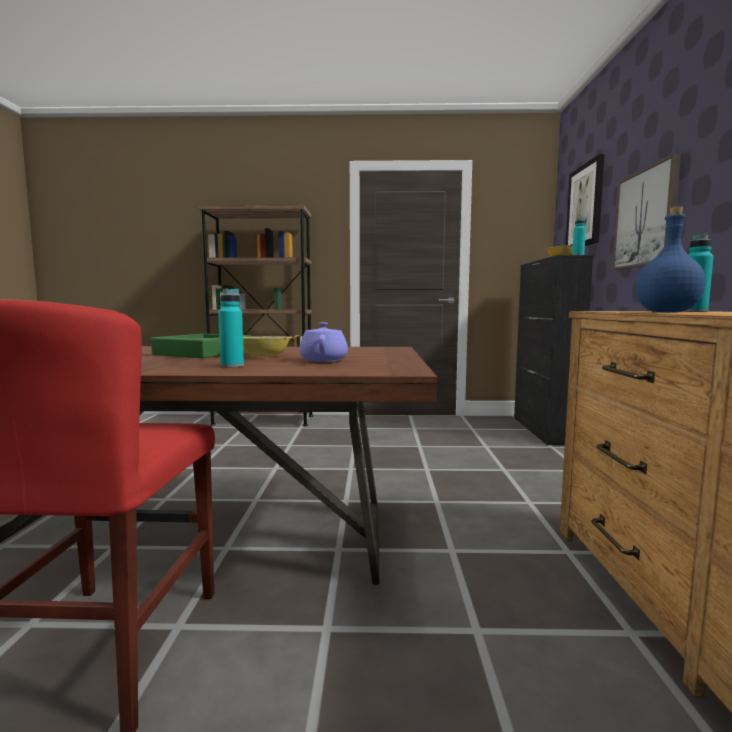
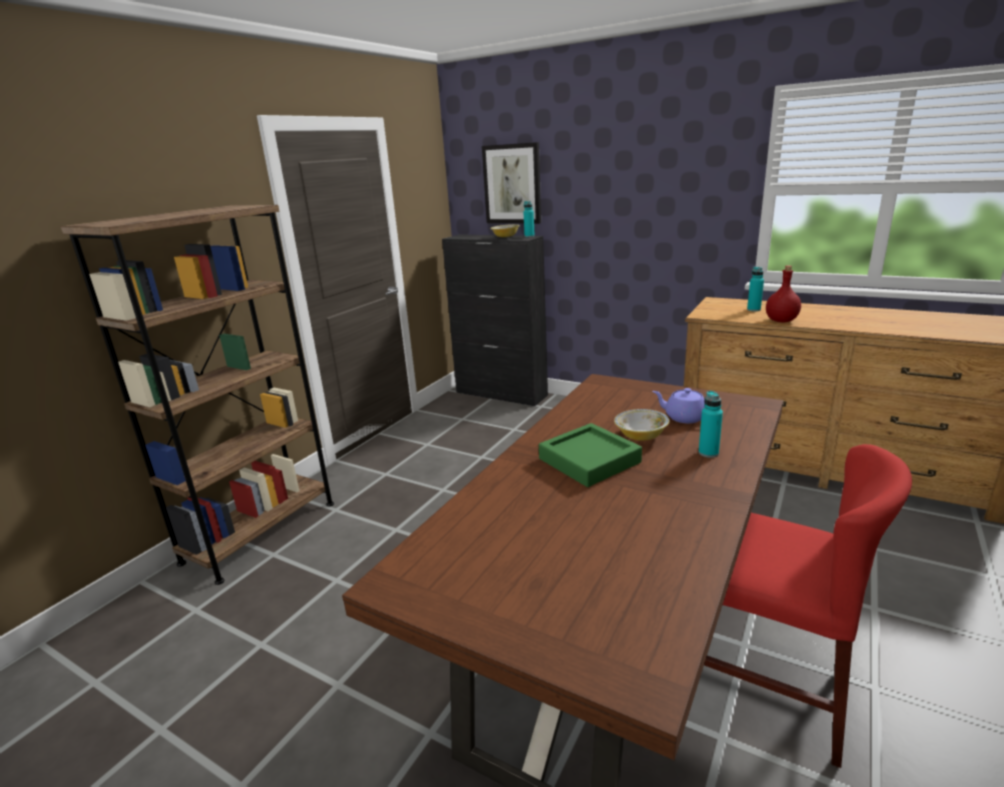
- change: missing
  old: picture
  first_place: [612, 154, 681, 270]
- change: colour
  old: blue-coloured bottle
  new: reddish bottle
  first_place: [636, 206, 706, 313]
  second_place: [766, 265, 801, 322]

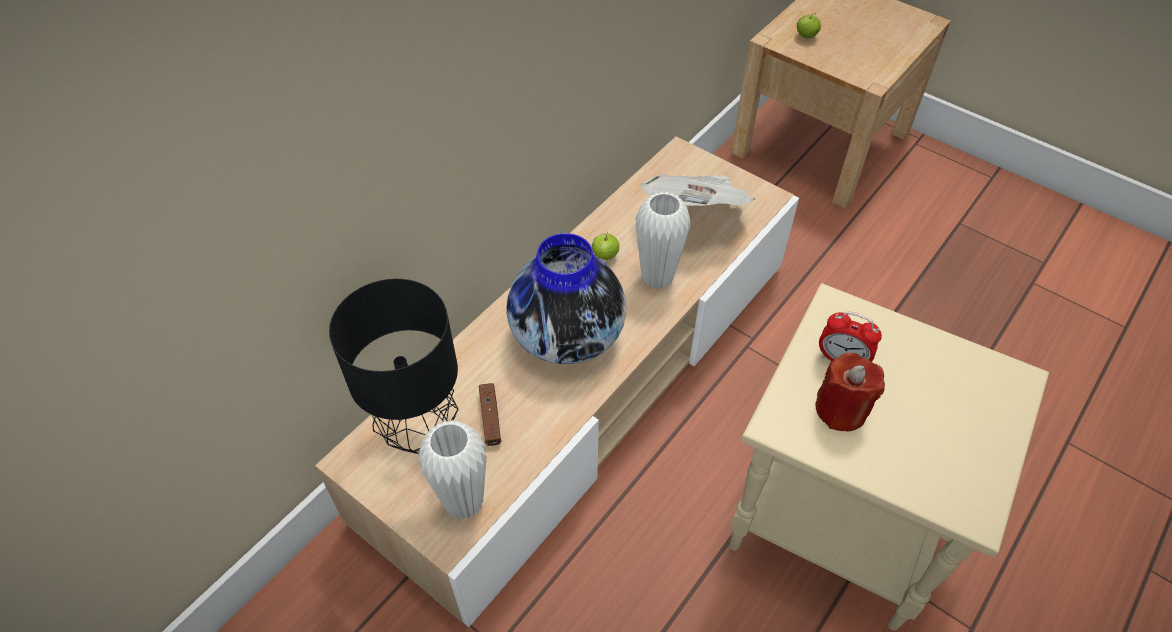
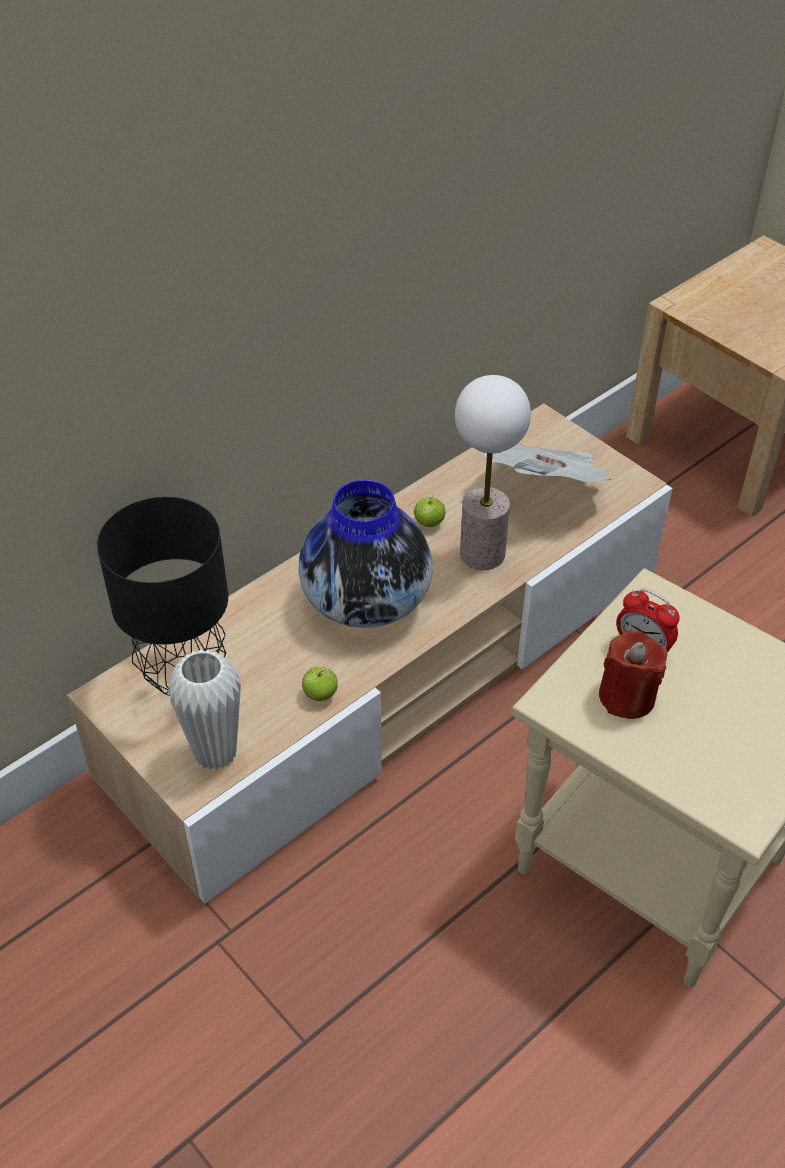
- change: missing
  old: brown-coloured game controller
  first_place: [479, 383, 501, 446]
- change: exchanged
  old: white flower vase
  new: table lamp
  first_place: [636, 192, 690, 289]
  second_place: [455, 375, 531, 570]
- change: relocated
  old: apple
  first_place: [797, 13, 821, 38]
  second_place: [302, 667, 338, 701]

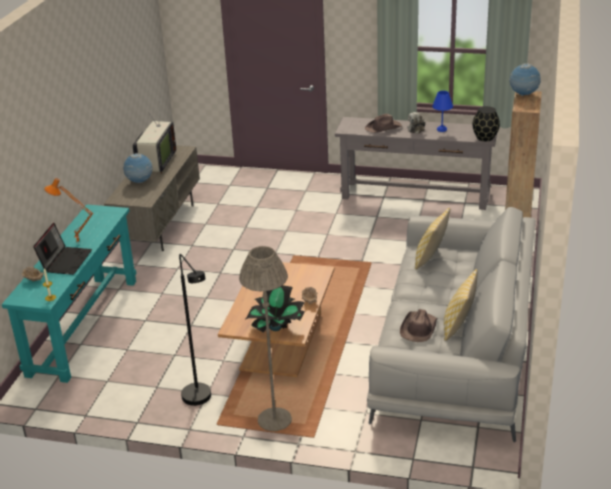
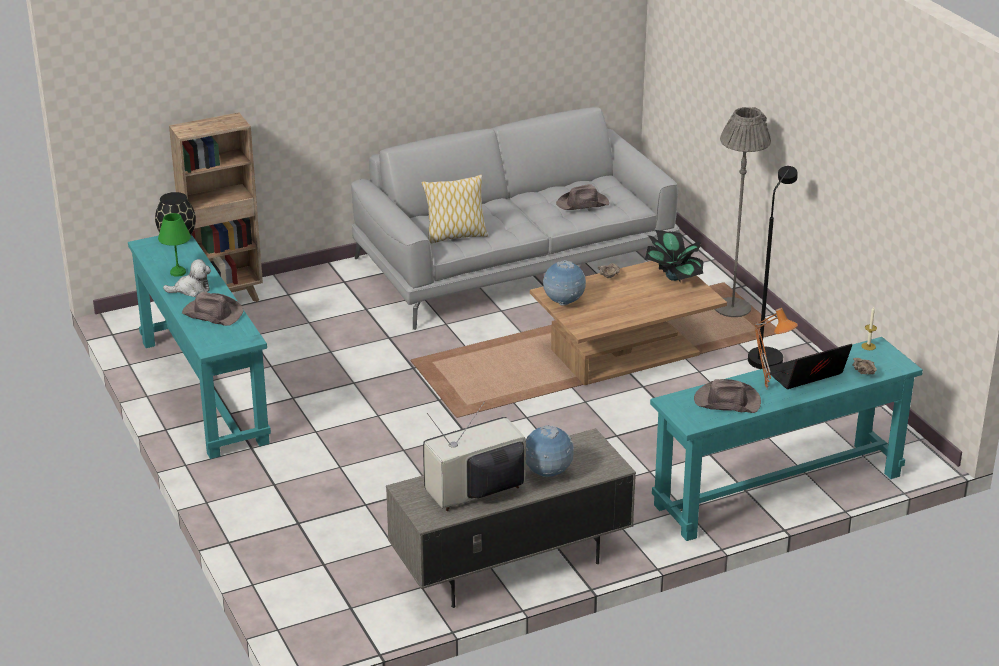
- change: colour
  old: gray narrow table
  new: blue-green narrow table
  first_place: [335, 117, 497, 210]
  second_place: [128, 235, 271, 459]
- change: colour
  old: blue-coloured table lamp
  new: green table lamp
  first_place: [432, 91, 453, 132]
  second_place: [158, 213, 191, 277]
- change: missing
  old: cushion
  first_place: [444, 269, 478, 341]
- change: relocated
  old: globe
  first_place: [509, 63, 541, 96]
  second_place: [543, 260, 586, 306]
- change: appeared
  new: brown-coloured hat
  second_place: [694, 379, 761, 413]

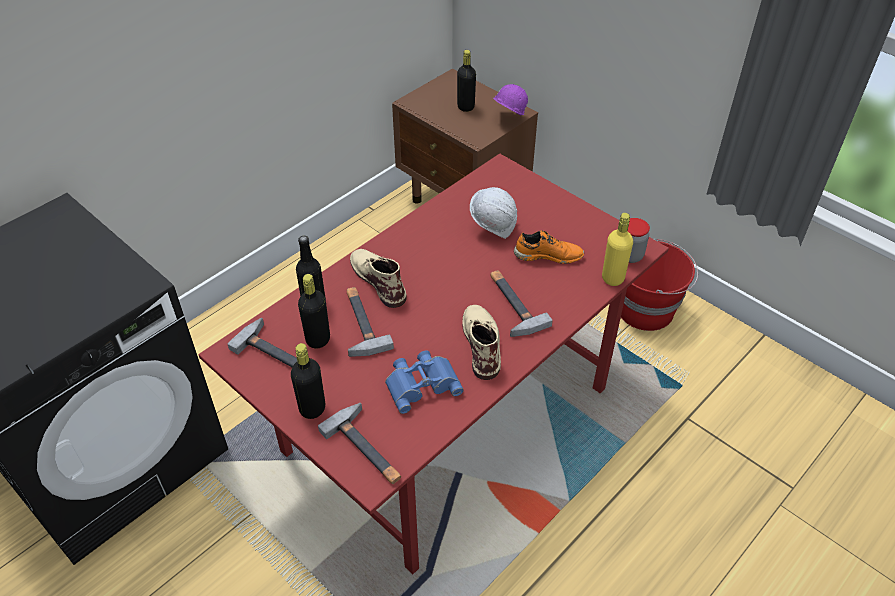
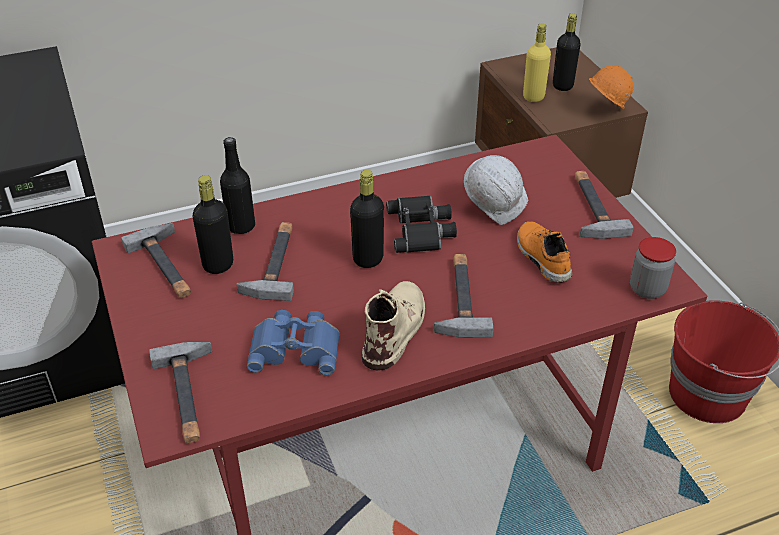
- change: relocated
  old: black bottle
  first_place: [291, 343, 325, 419]
  second_place: [350, 170, 384, 268]
- change: missing
  old: beige-coloured tall boot
  first_place: [350, 249, 407, 308]
- change: colour
  old: purple-coloured work helmet
  new: orangey work helmet
  first_place: [493, 84, 528, 115]
  second_place: [589, 66, 634, 109]
- change: spun
  old: orangey shoe
  first_place: [514, 230, 584, 264]
  second_place: [517, 221, 572, 283]
  degrees: -135
- change: relocated
  old: yellowish bottle
  first_place: [602, 213, 633, 286]
  second_place: [523, 23, 551, 102]
- change: appeared
  new: black binoculars
  second_place: [386, 195, 457, 253]
- change: appeared
  new: hand hammer
  second_place: [575, 171, 634, 239]

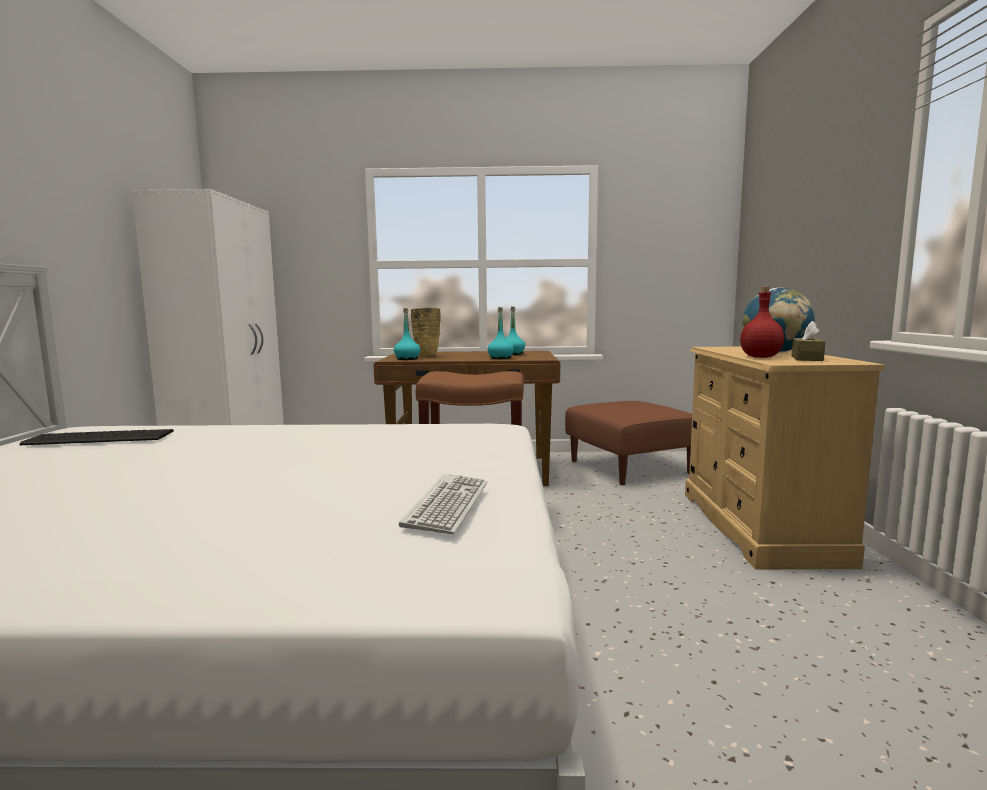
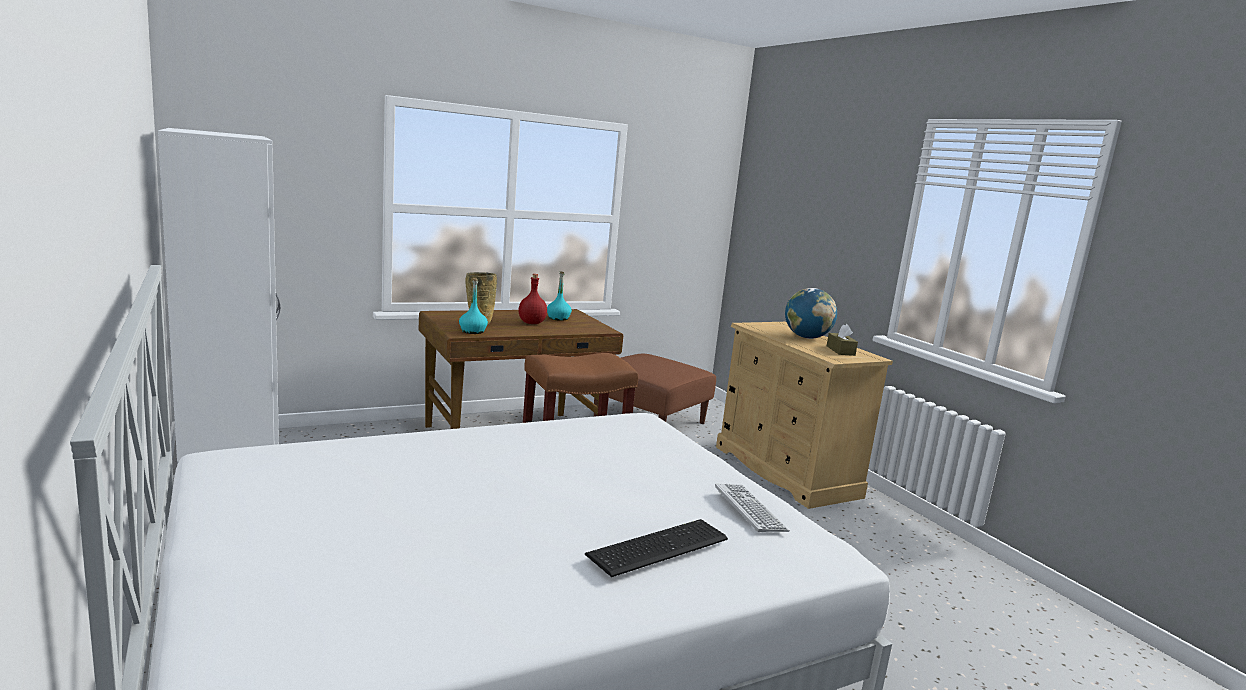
- change: relocated
  old: PC keyboard
  first_place: [20, 429, 174, 445]
  second_place: [585, 519, 728, 577]
- change: missing
  old: blue-green bottle
  first_place: [487, 307, 514, 359]
- change: relocated
  old: reddish bottle
  first_place: [740, 287, 784, 358]
  second_place: [518, 274, 547, 324]

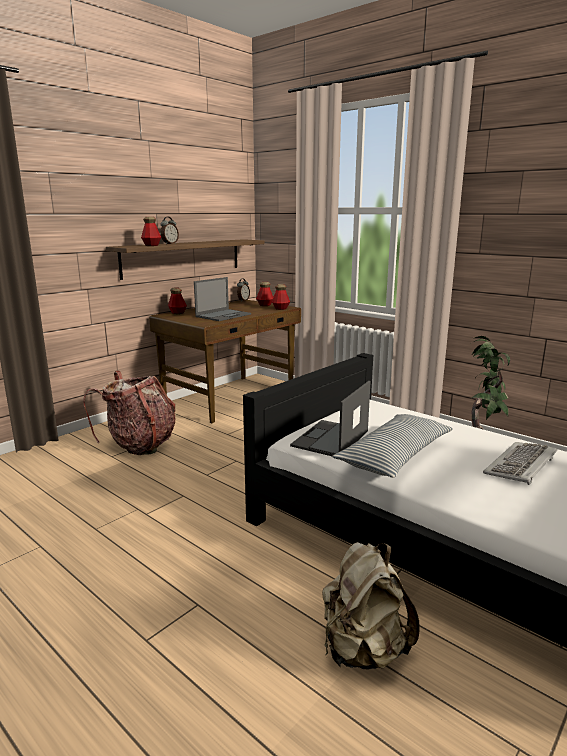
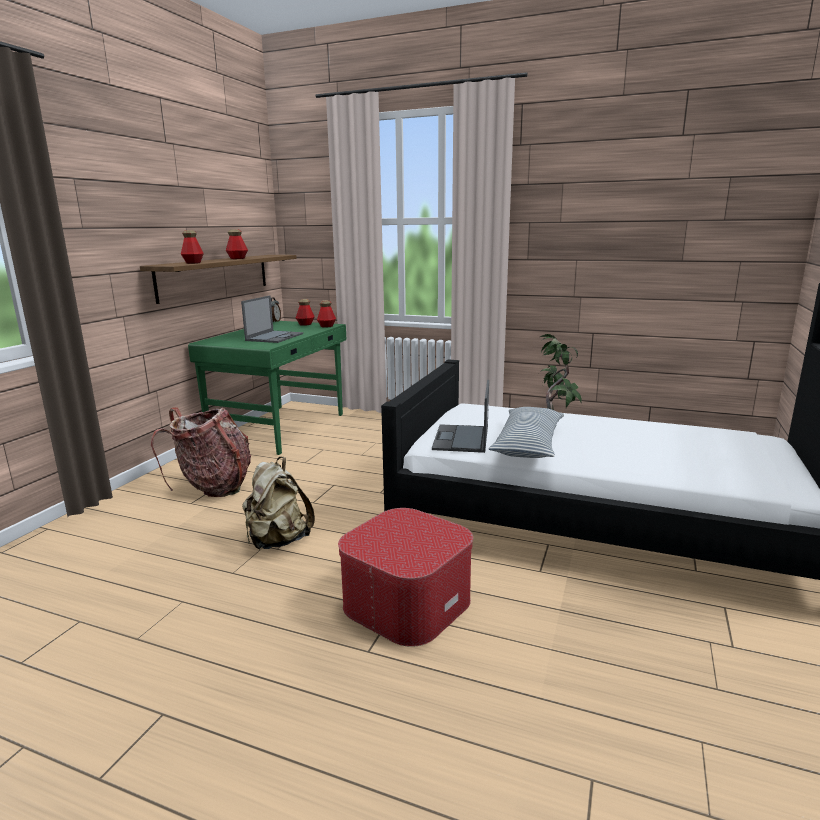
- change: colour
  old: brown-coloured desk
  new: green desk
  first_place: [149, 300, 301, 424]
  second_place: [188, 321, 346, 455]
- change: missing
  old: bedside clock
  first_place: [160, 217, 179, 244]
- change: relocated
  old: bottle
  first_place: [168, 287, 187, 314]
  second_place: [226, 229, 248, 259]
- change: relocated
  old: beige-coloured rucksack
  first_place: [322, 542, 419, 670]
  second_place: [242, 457, 315, 549]
- change: missing
  old: PC keyboard
  first_place: [483, 442, 557, 485]
- change: appeared
  new: pouffe
  second_place: [338, 508, 473, 647]

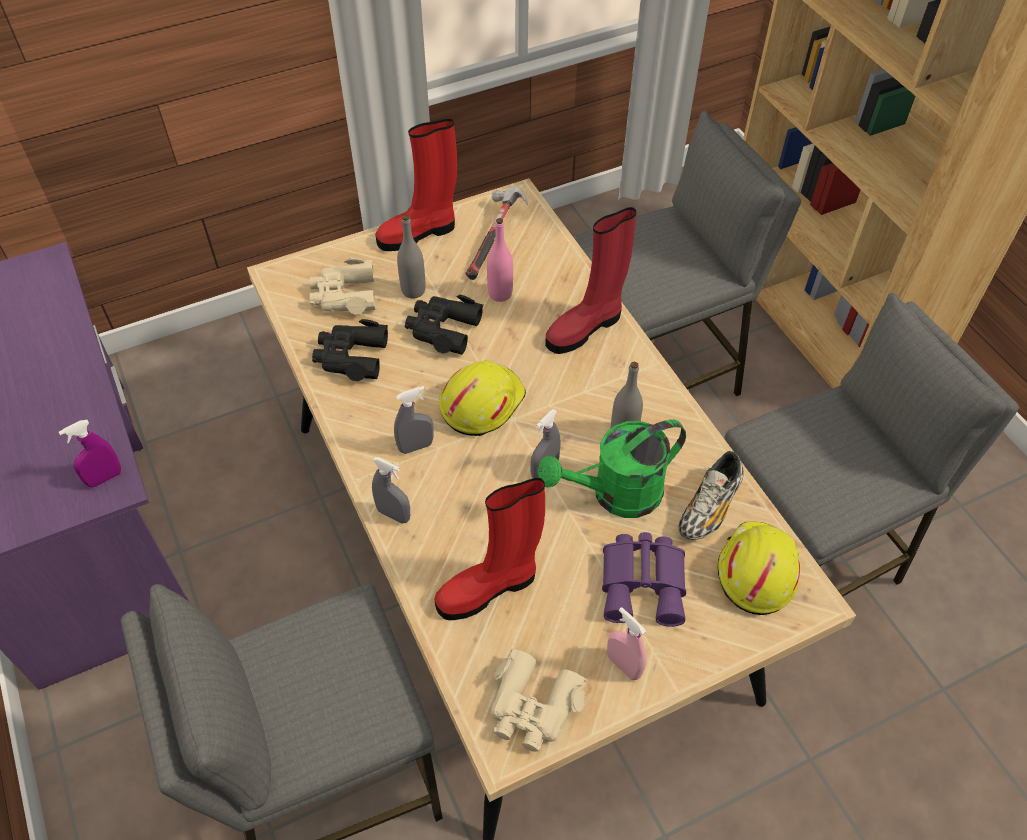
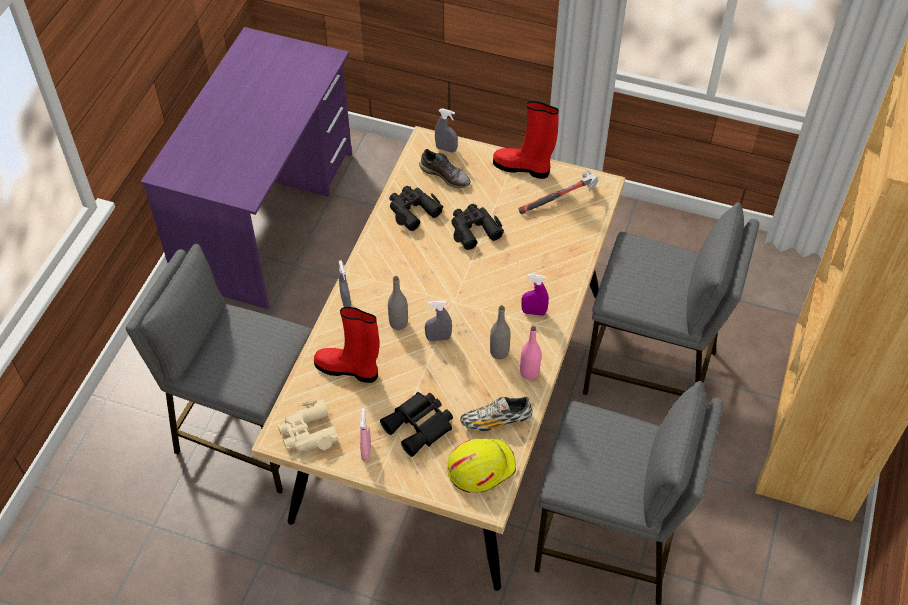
- change: relocated
  old: purple-coloured sprayer
  first_place: [59, 420, 121, 488]
  second_place: [521, 274, 549, 316]
- change: exchanged
  old: beige-coloured binoculars
  new: gray shoe
  first_place: [310, 257, 375, 314]
  second_place: [419, 149, 471, 188]
- change: relocated
  old: gray sprayer
  first_place: [394, 386, 434, 454]
  second_place: [435, 108, 458, 153]
- change: relocated
  old: gray bottle
  first_place: [397, 215, 426, 298]
  second_place: [388, 276, 408, 330]
- change: missing
  old: yellowish work helmet
  first_place: [439, 360, 526, 436]
- change: relocated
  old: pinkish bottle
  first_place: [487, 218, 513, 302]
  second_place: [520, 326, 541, 380]
- change: missing
  old: green sprinkling can
  first_place: [538, 419, 686, 518]
- change: missing
  old: reddish tall boot
  first_place: [545, 207, 637, 354]
- change: colour
  old: purple-coloured binoculars
  new: black binoculars
  first_place: [602, 532, 686, 627]
  second_place: [380, 392, 453, 457]

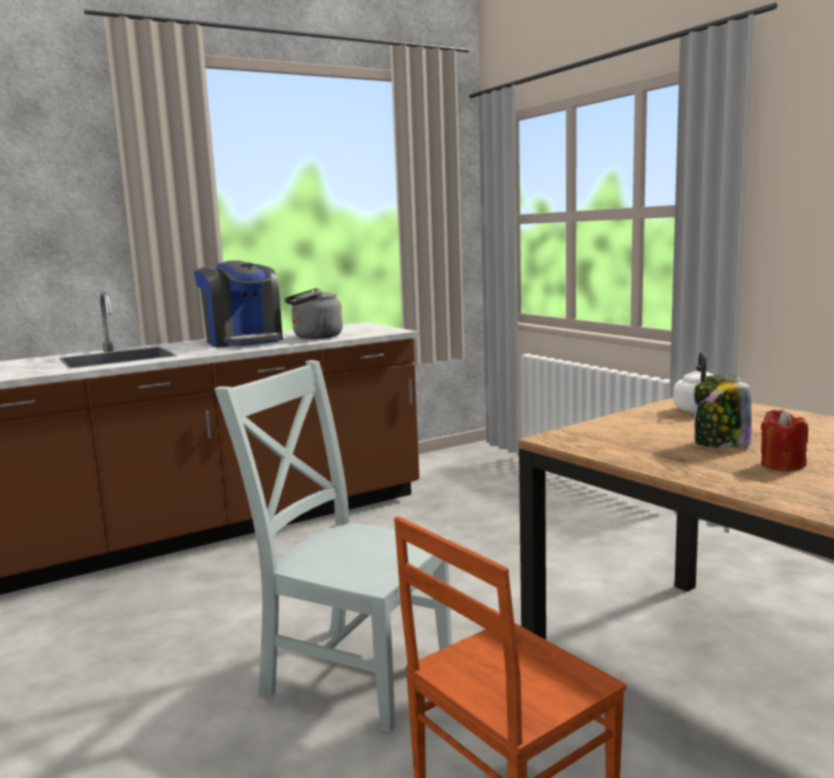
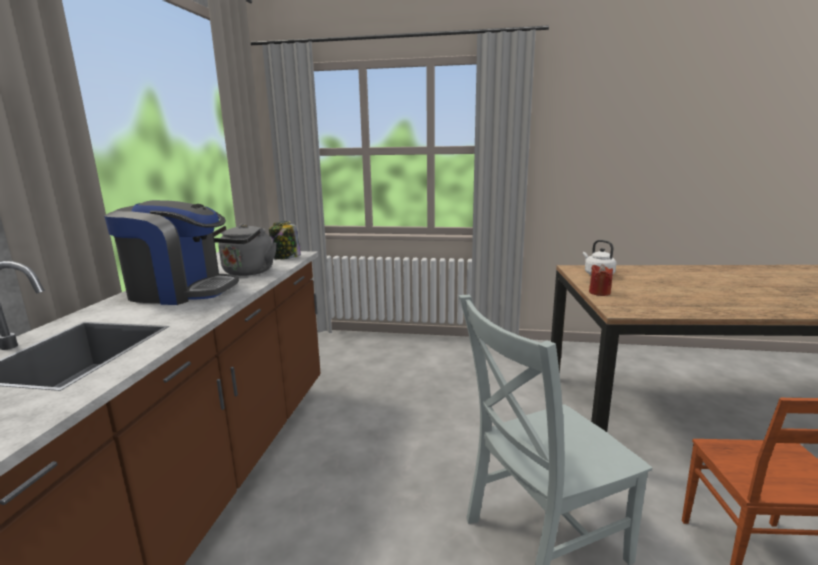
- change: relocated
  old: storage jar
  first_place: [694, 375, 752, 448]
  second_place: [269, 221, 301, 260]
- change: relocated
  old: reddish wax candle
  first_place: [761, 409, 808, 471]
  second_place: [589, 264, 613, 296]

